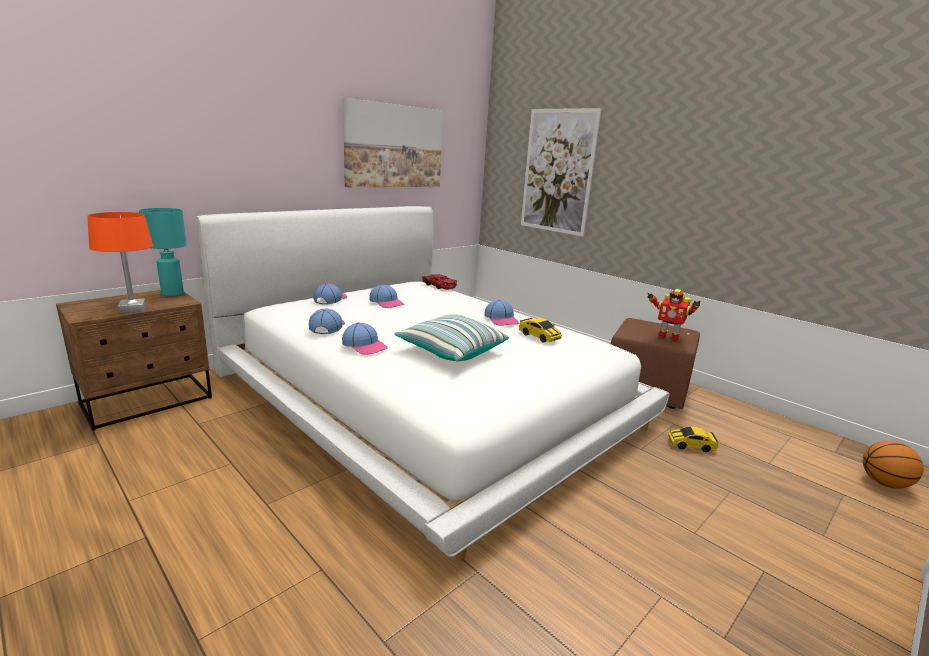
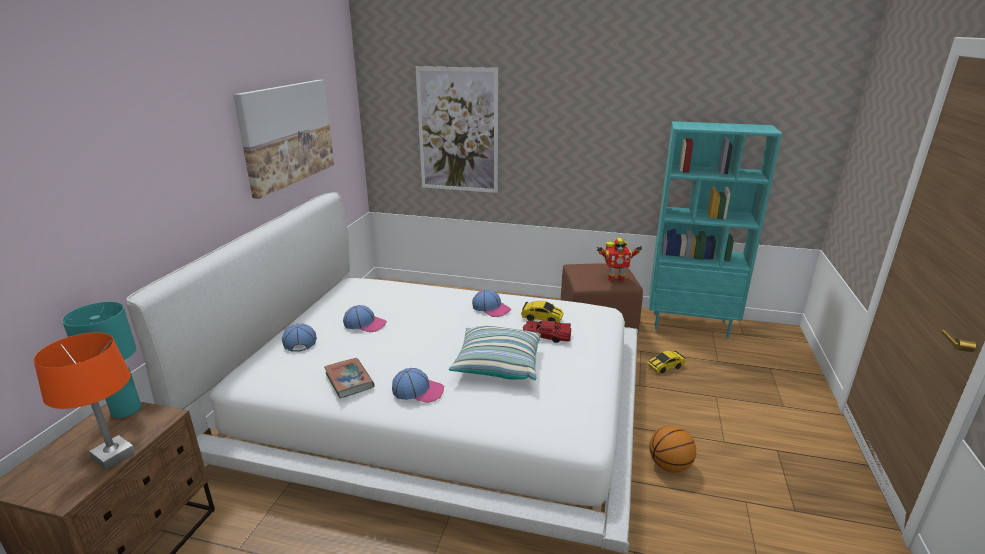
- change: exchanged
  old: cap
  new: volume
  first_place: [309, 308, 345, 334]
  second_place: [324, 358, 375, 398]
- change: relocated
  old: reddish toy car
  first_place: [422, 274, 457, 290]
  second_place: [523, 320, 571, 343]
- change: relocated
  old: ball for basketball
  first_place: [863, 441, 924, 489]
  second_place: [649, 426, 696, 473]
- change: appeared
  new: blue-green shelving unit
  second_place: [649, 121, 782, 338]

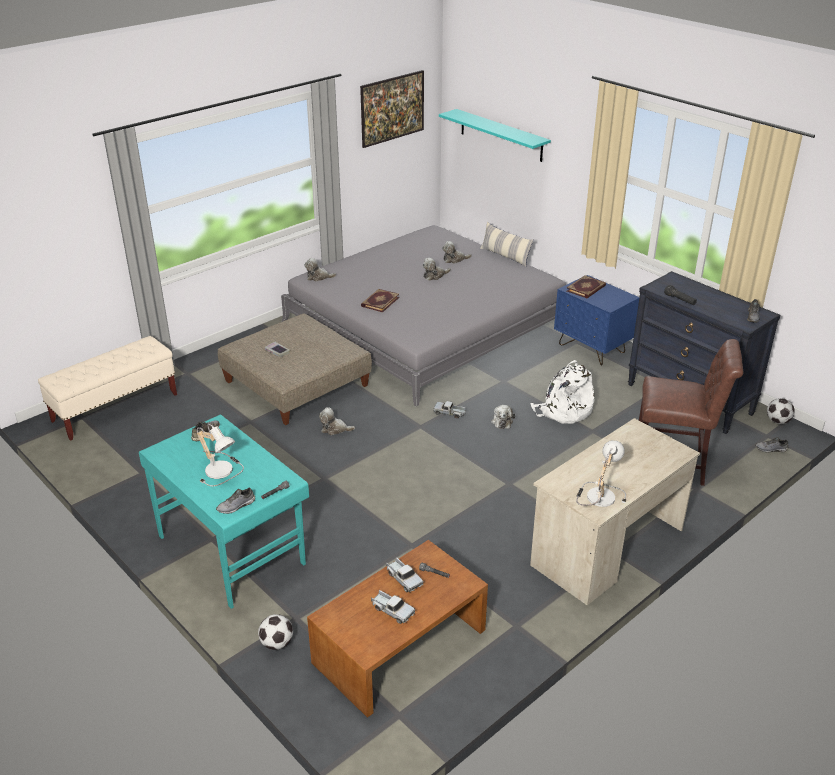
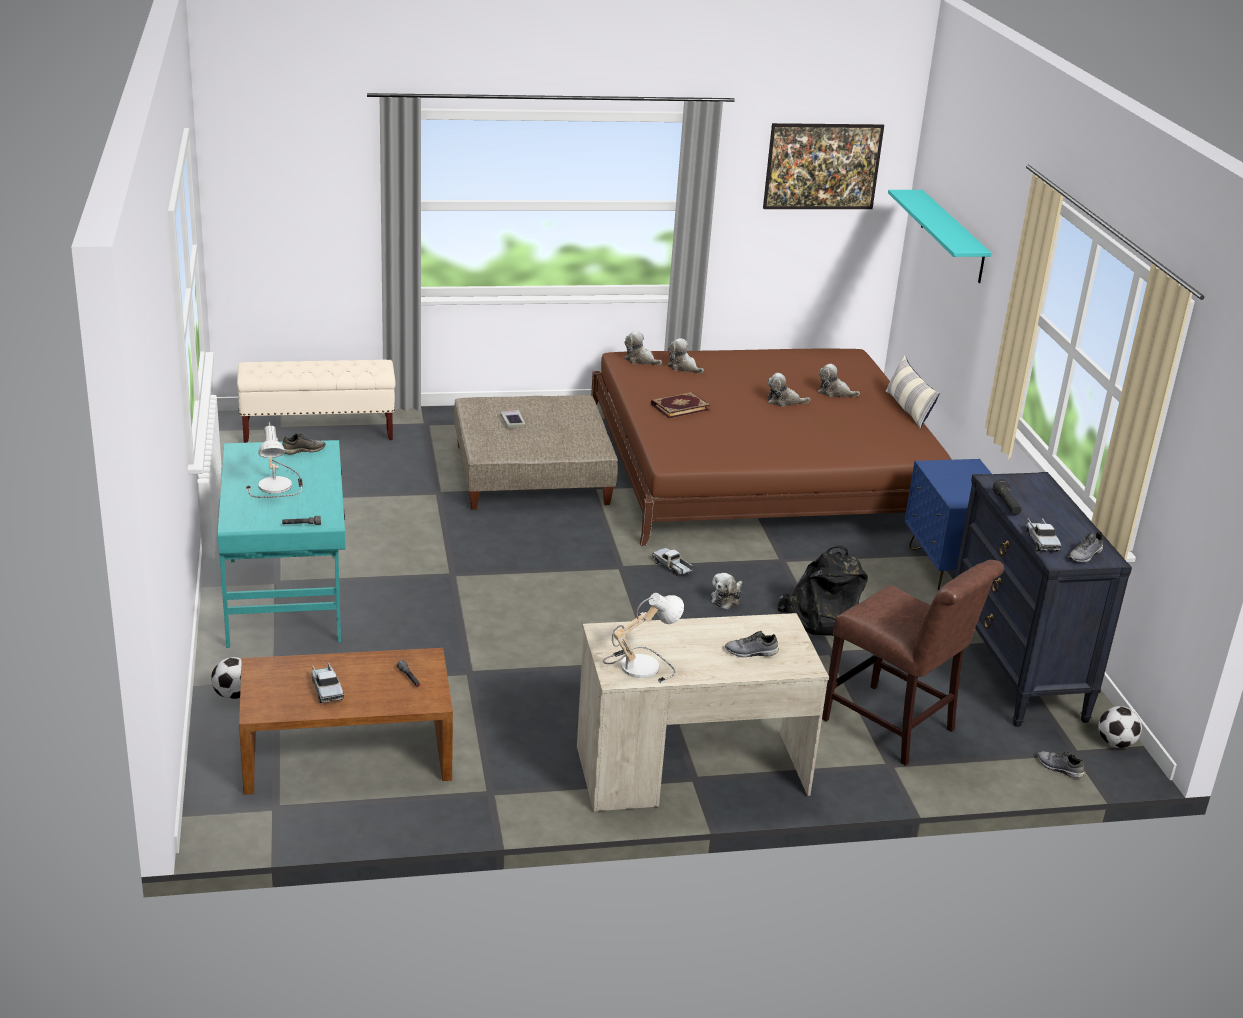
- change: relocated
  old: gray shoe
  first_place: [216, 488, 255, 514]
  second_place: [725, 631, 779, 657]
- change: colour
  old: gray bedroom bed
  new: brown-coloured bedroom bed
  first_place: [281, 225, 566, 406]
  second_place: [591, 349, 952, 546]
- change: relocated
  old: cuddly toy
  first_place: [319, 407, 355, 435]
  second_place: [667, 338, 704, 374]
- change: relocated
  old: toy truck
  first_place: [386, 557, 424, 592]
  second_place: [1026, 518, 1062, 551]
- change: colour
  old: white rucksack
  new: black rucksack
  first_place: [530, 360, 594, 424]
  second_place: [778, 545, 868, 636]
- change: missing
  old: volume
  first_place: [567, 275, 606, 298]

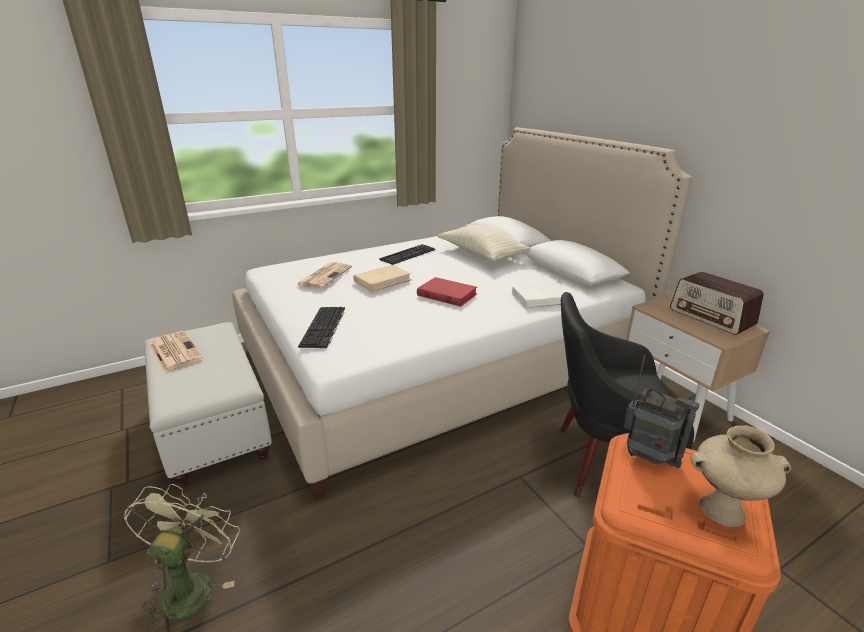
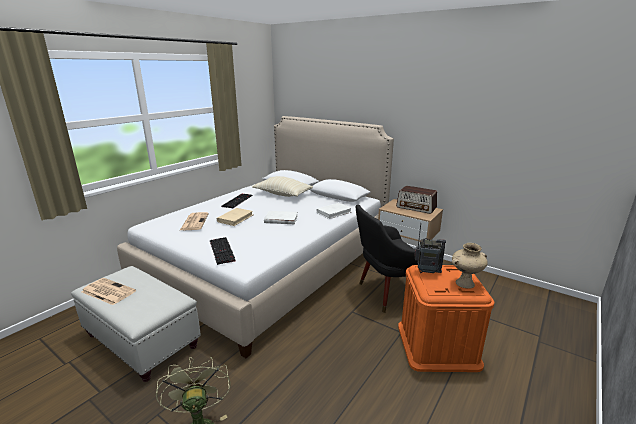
- change: colour
  old: reddish volume
  new: white volume
  first_place: [417, 277, 477, 307]
  second_place: [264, 211, 298, 224]

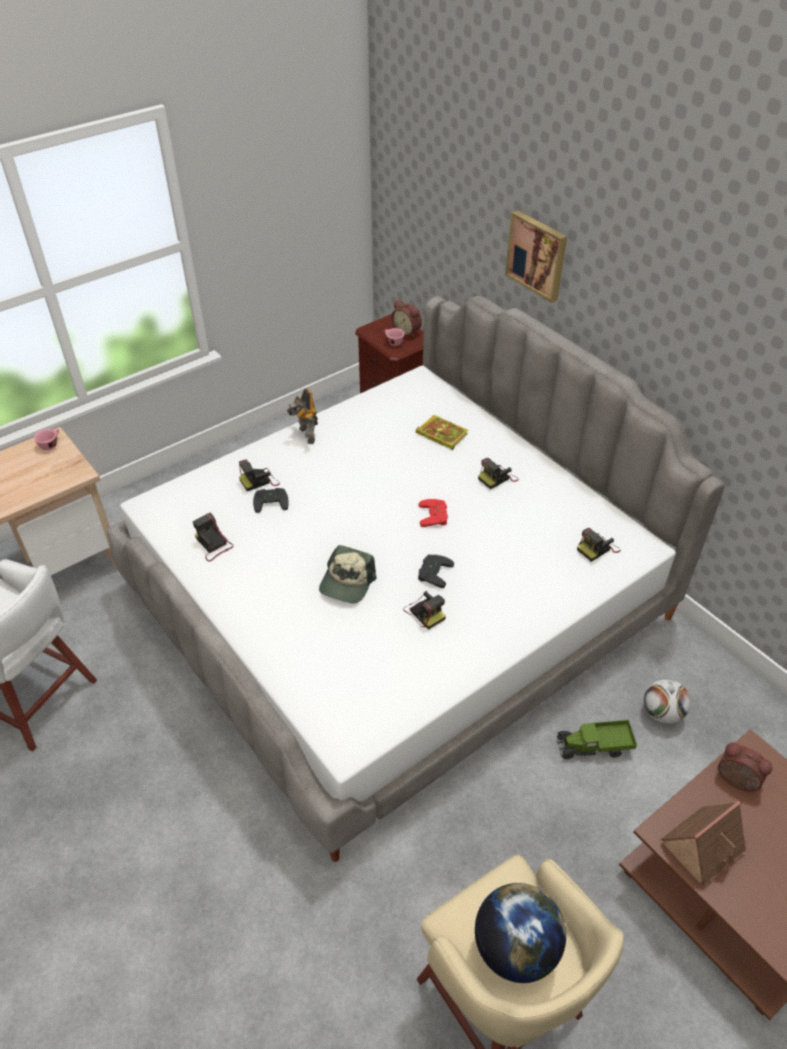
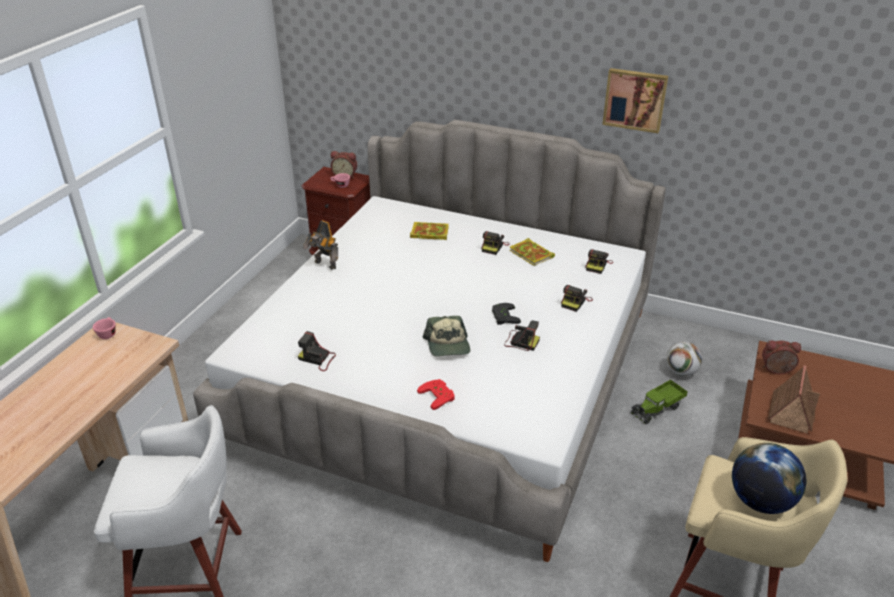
- change: relocated
  old: photo camera
  first_place: [239, 460, 280, 491]
  second_place: [561, 285, 593, 312]
- change: missing
  old: black game controller
  first_place: [253, 488, 289, 513]
- change: relocated
  old: reddish game controller
  first_place: [419, 499, 448, 527]
  second_place: [417, 379, 455, 410]
- change: relocated
  old: picture
  first_place: [505, 210, 567, 303]
  second_place: [602, 68, 668, 133]
- change: appeared
  new: volume
  second_place: [509, 238, 555, 266]

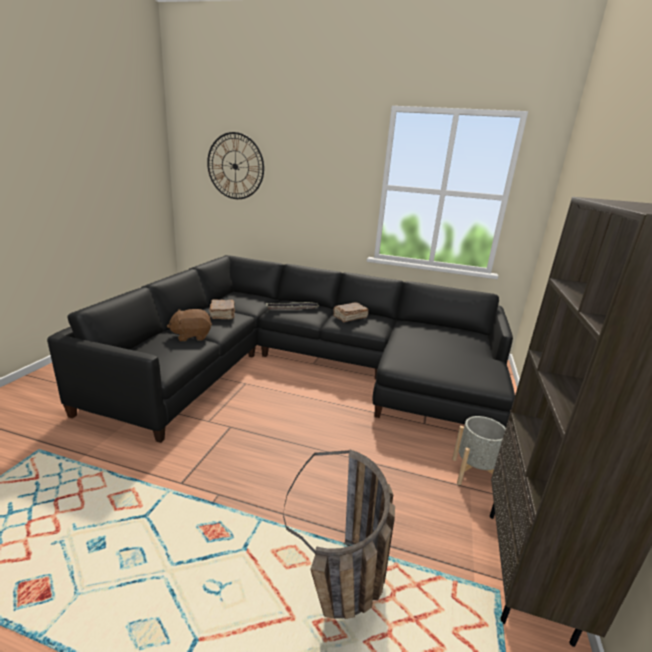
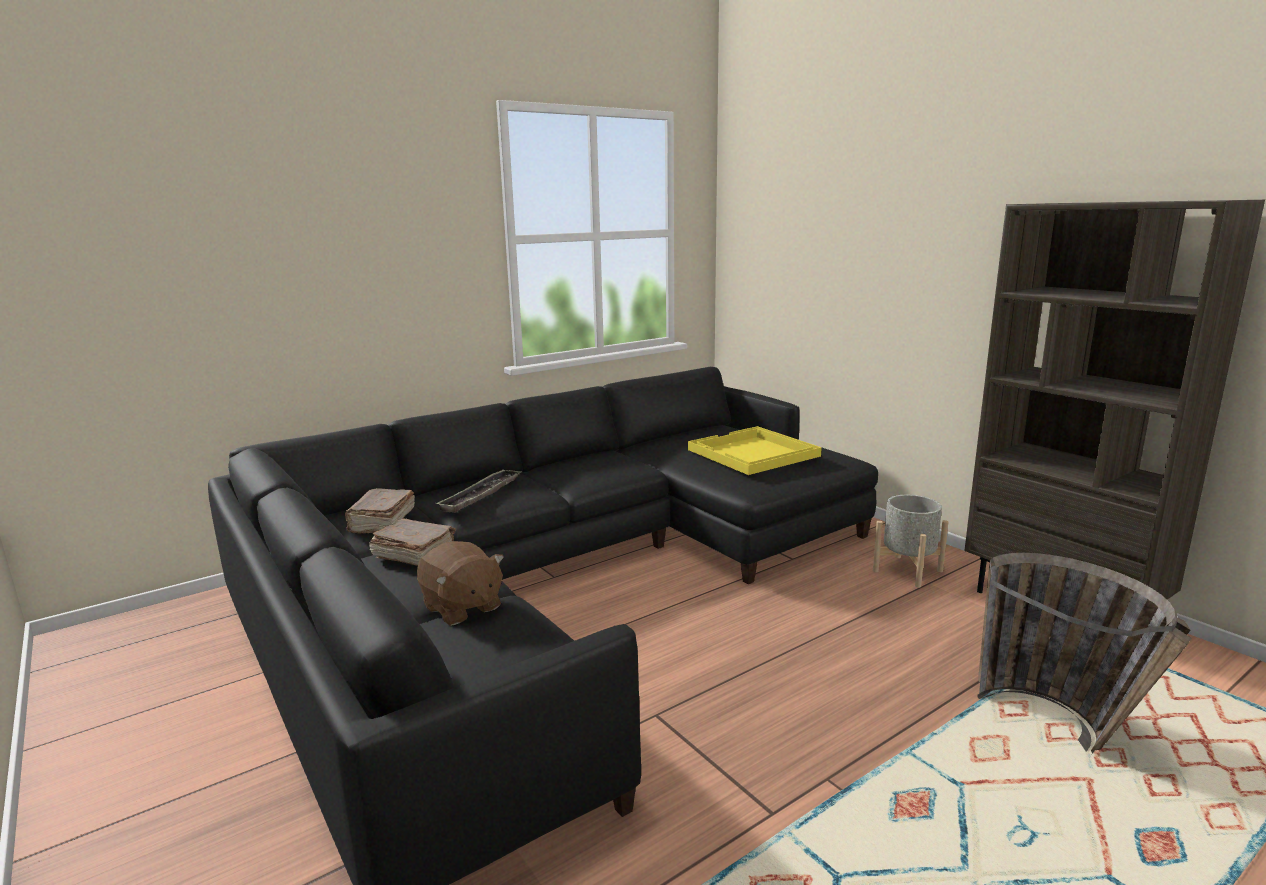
- change: spun
  old: brown-coloured cuddly toy
  first_place: [167, 309, 212, 341]
  second_place: [417, 541, 504, 626]
  degrees: -60
- change: missing
  old: wall clock
  first_place: [207, 132, 264, 199]
- change: relocated
  old: brown-coloured volume
  first_place: [333, 302, 369, 322]
  second_place: [345, 488, 415, 533]
- change: appeared
  new: yellowish serving tray
  second_place: [688, 426, 822, 475]

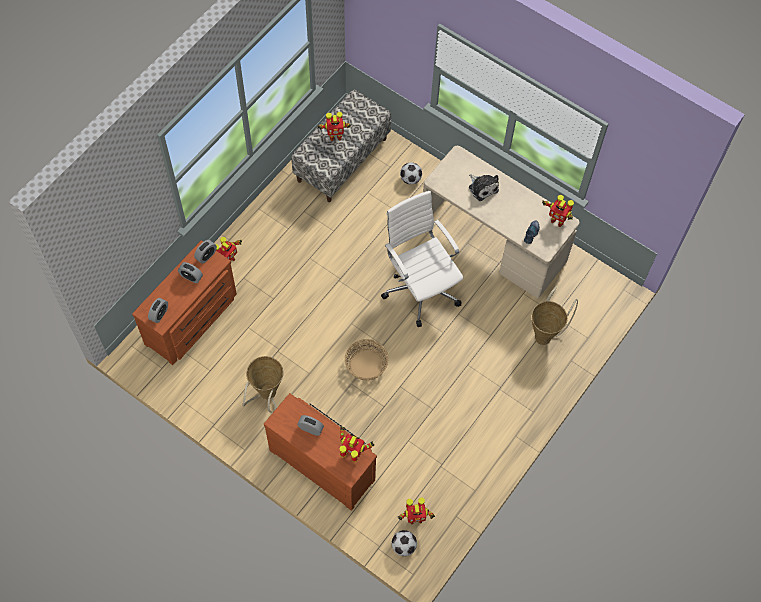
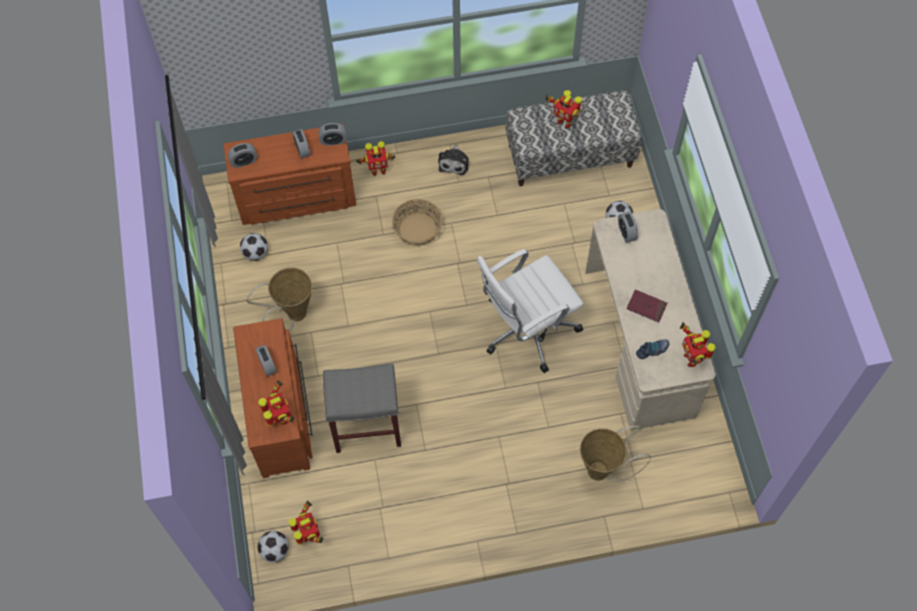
- change: relocated
  old: basket
  first_place: [345, 339, 389, 381]
  second_place: [392, 199, 443, 246]
- change: spun
  old: white desk chair
  first_place: [381, 190, 463, 327]
  second_place: [477, 249, 584, 373]
  degrees: -135
- change: spun
  old: model robot
  first_place: [398, 497, 435, 524]
  second_place: [289, 501, 323, 545]
  degrees: -150
- change: relocated
  old: cuddly toy
  first_place: [469, 174, 499, 201]
  second_place: [438, 144, 469, 176]
- change: appeared
  new: ball for football
  second_place: [240, 233, 268, 261]
- change: appeared
  new: gray sitting stool
  second_place: [323, 363, 401, 453]
- change: appeared
  new: bedside clock
  second_place: [618, 212, 638, 243]
- change: appeared
  new: reddish volume
  second_place: [626, 289, 667, 323]

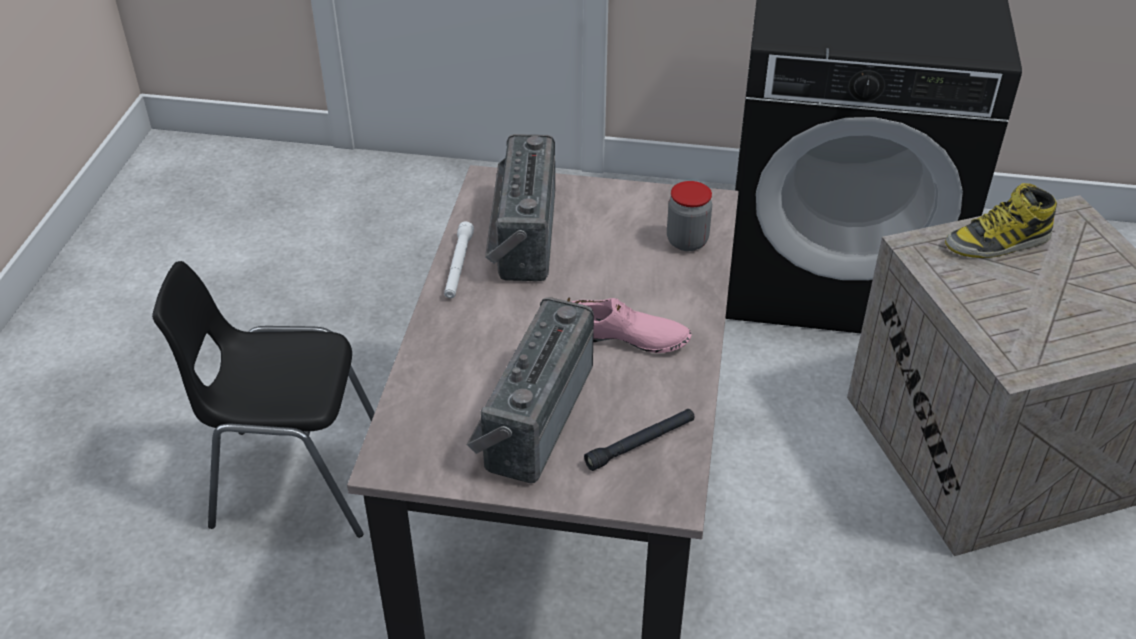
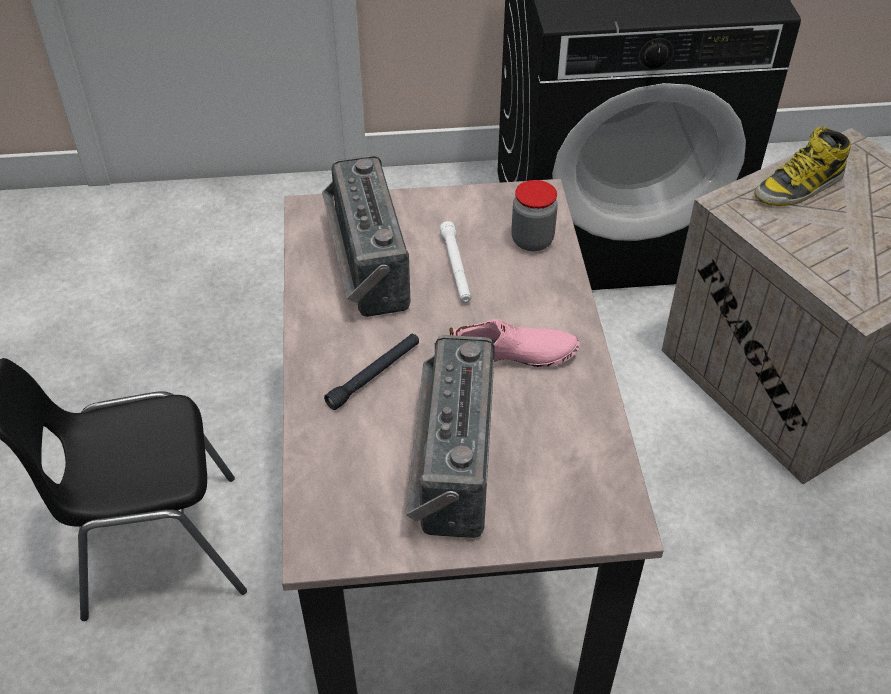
- change: relocated
  old: white torch
  first_place: [444, 221, 474, 298]
  second_place: [439, 221, 471, 303]
- change: relocated
  old: black torch
  first_place: [584, 409, 694, 471]
  second_place: [324, 334, 419, 410]

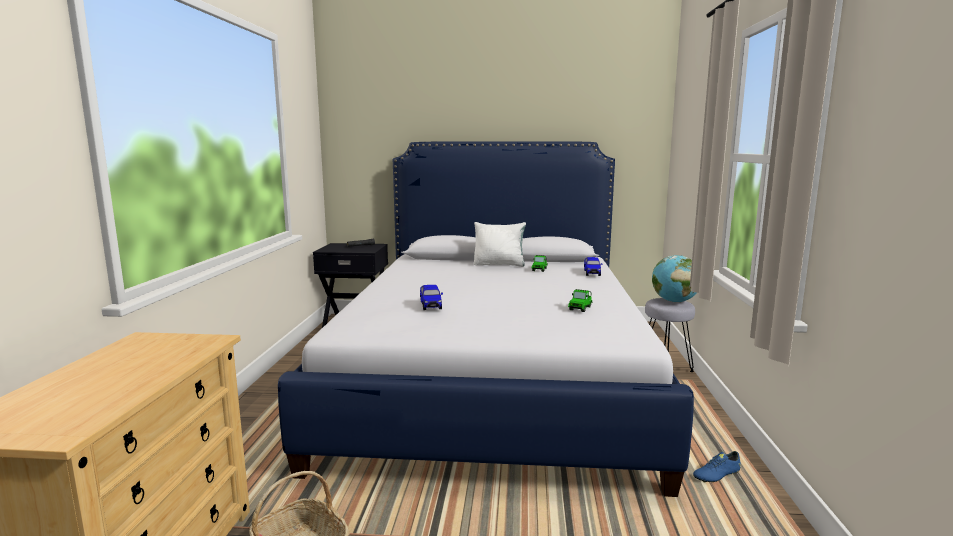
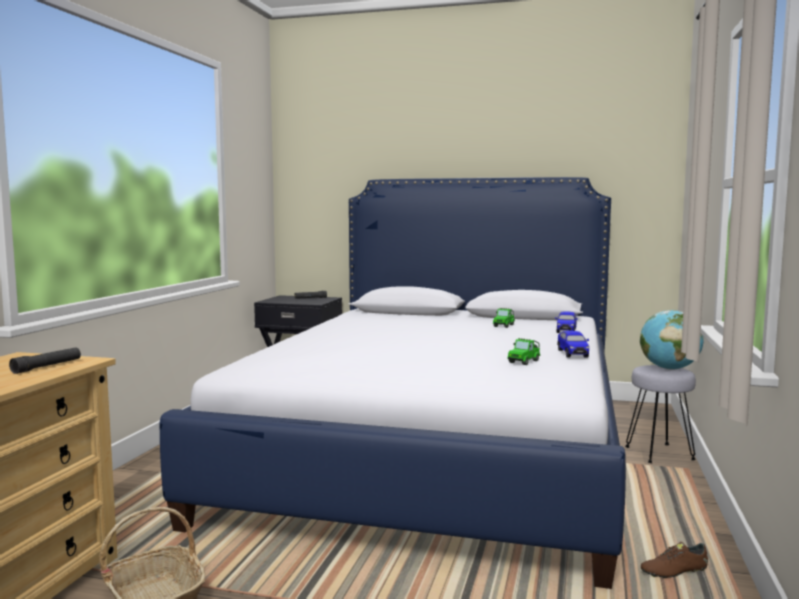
- change: relocated
  old: toy car
  first_place: [420, 285, 443, 310]
  second_place: [557, 331, 589, 358]
- change: missing
  old: white cushion
  first_place: [474, 222, 526, 267]
- change: colour
  old: blue-coloured shoe
  new: brown-coloured shoe
  first_place: [693, 451, 741, 483]
  second_place: [641, 542, 708, 578]
- change: appeared
  new: black torch
  second_place: [9, 347, 81, 374]

